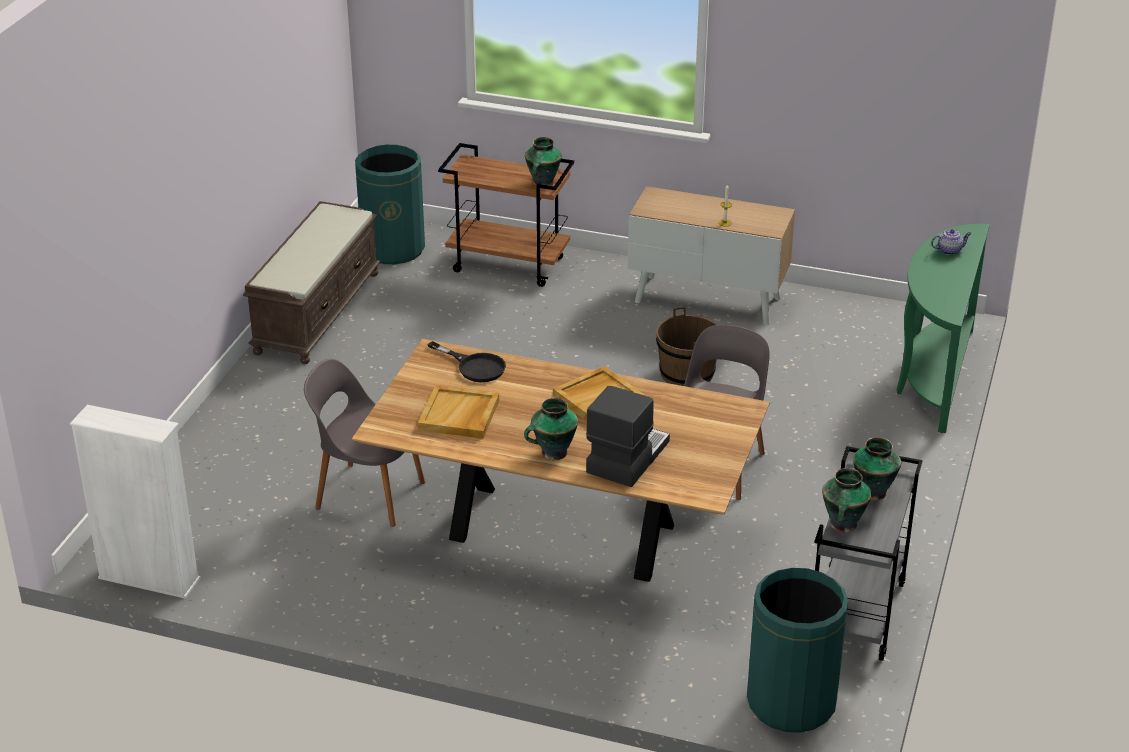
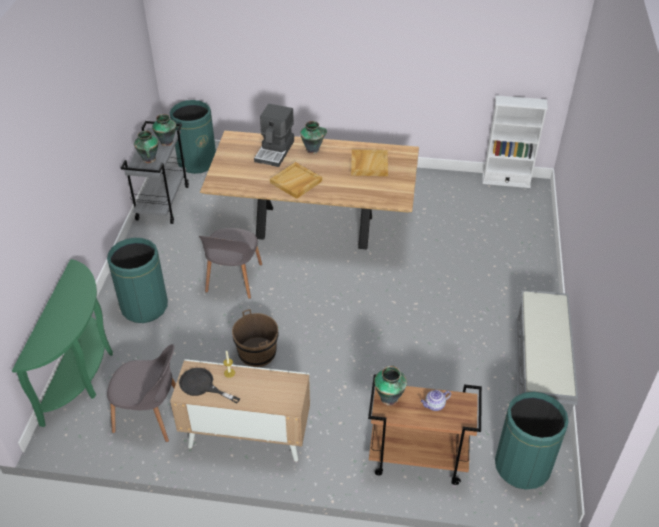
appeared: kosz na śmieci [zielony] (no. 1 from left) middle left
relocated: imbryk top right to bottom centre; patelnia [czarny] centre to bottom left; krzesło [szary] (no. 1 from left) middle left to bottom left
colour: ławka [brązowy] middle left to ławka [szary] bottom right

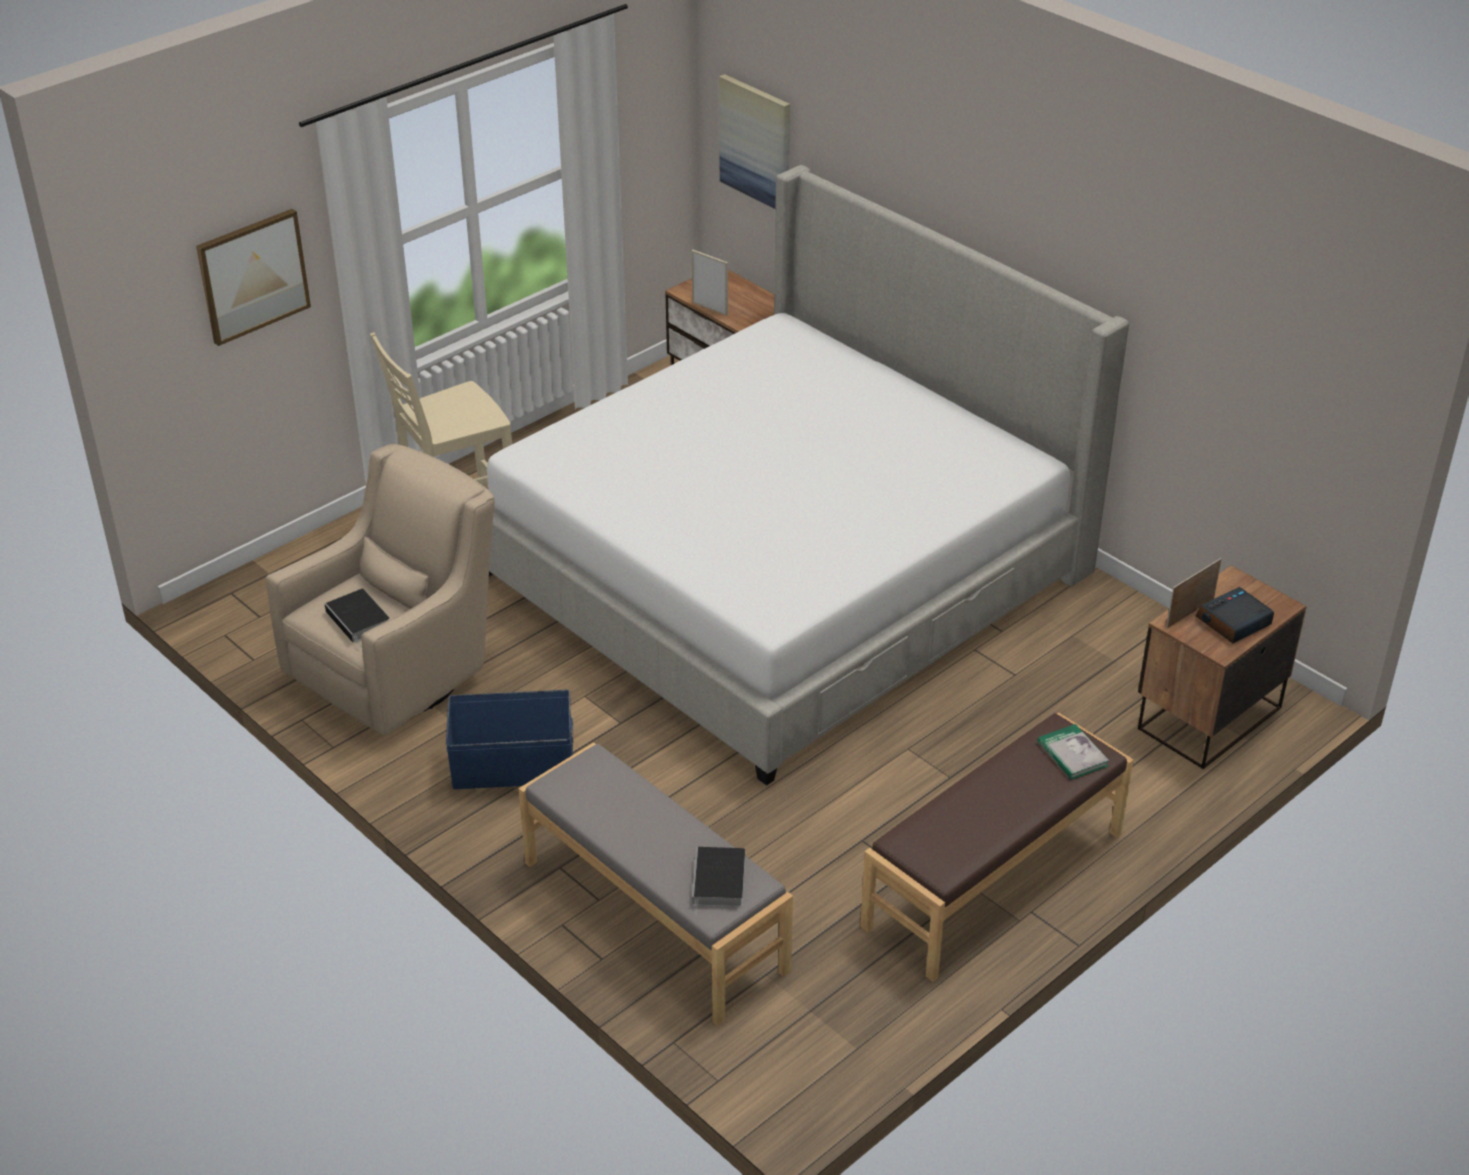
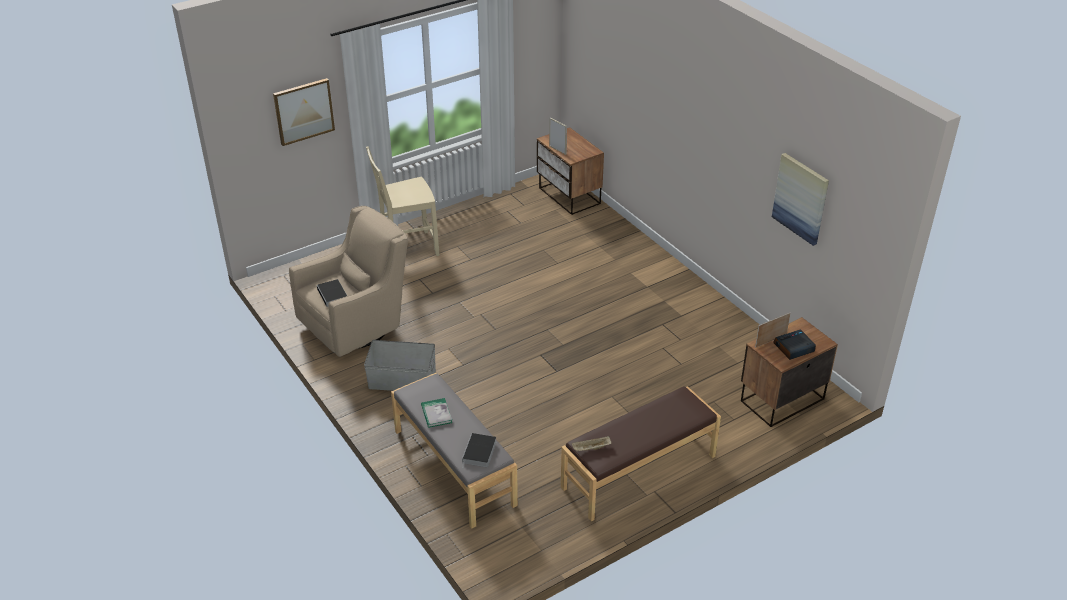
missing: łóżko centre
appeared: taca [beżowy] bottom centre
relocated: obraz (no. 2 from left) top centre to top right; książka (no. 3 from left in the first image) middle right to książka (no. 2 from left) bottom centre
colour: pojemnik do przechowywania [niebieski] centre to pojemnik do przechowywania [szary] centre

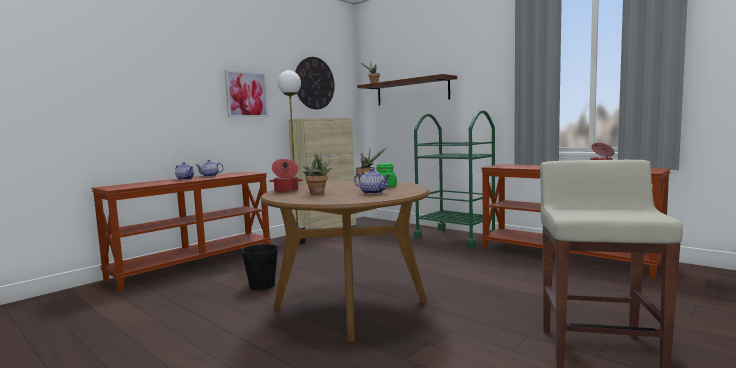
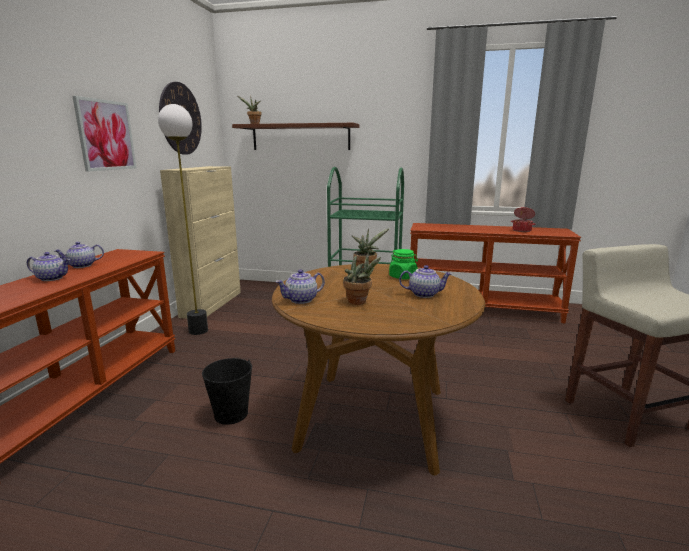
exchanged: garnek (no. 1 from left) centre to imbryk (no. 3 from left) centre

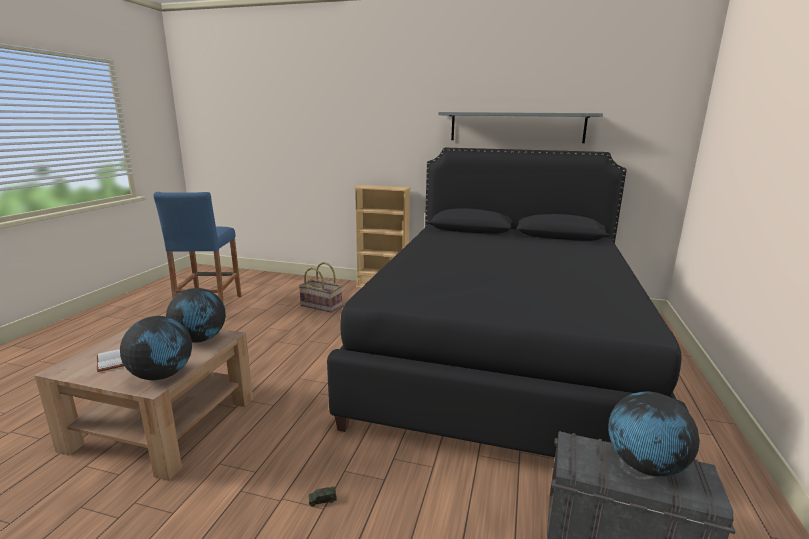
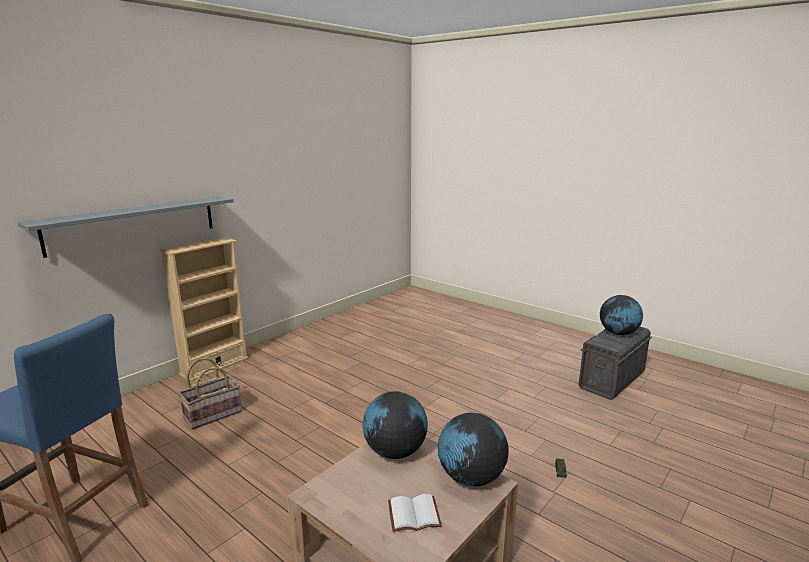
missing: łóżko [czarny] centre
relocated: półka [szary] top centre to middle left

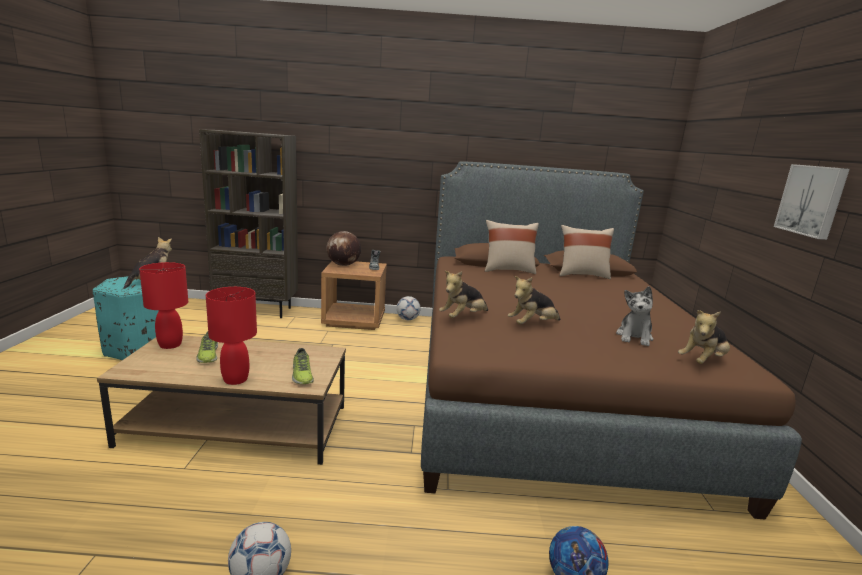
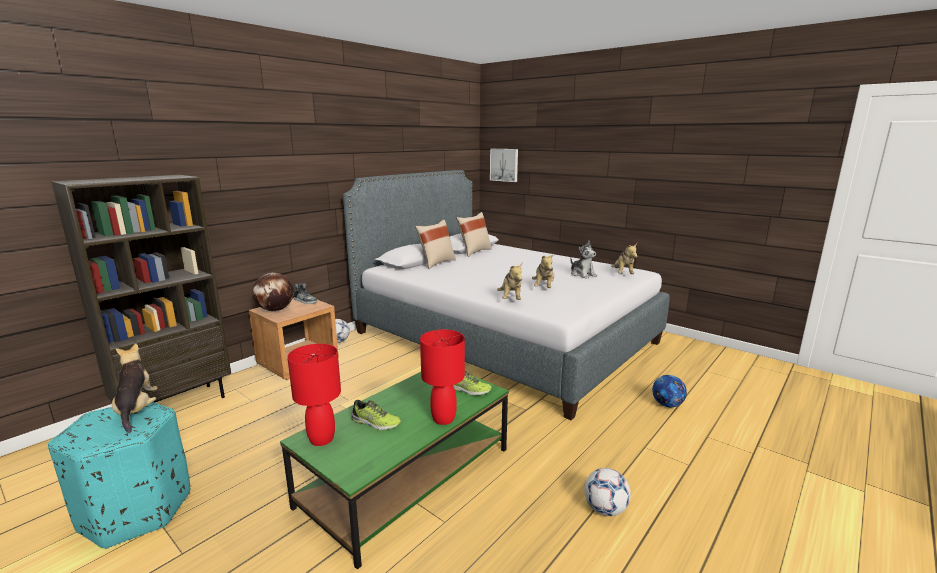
relocated: obraz middle right to top centre
colour: łóżko [brązowy] middle right to łóżko [szary] centre; ława [brązowy] bottom left to ława [zielony] bottom centre

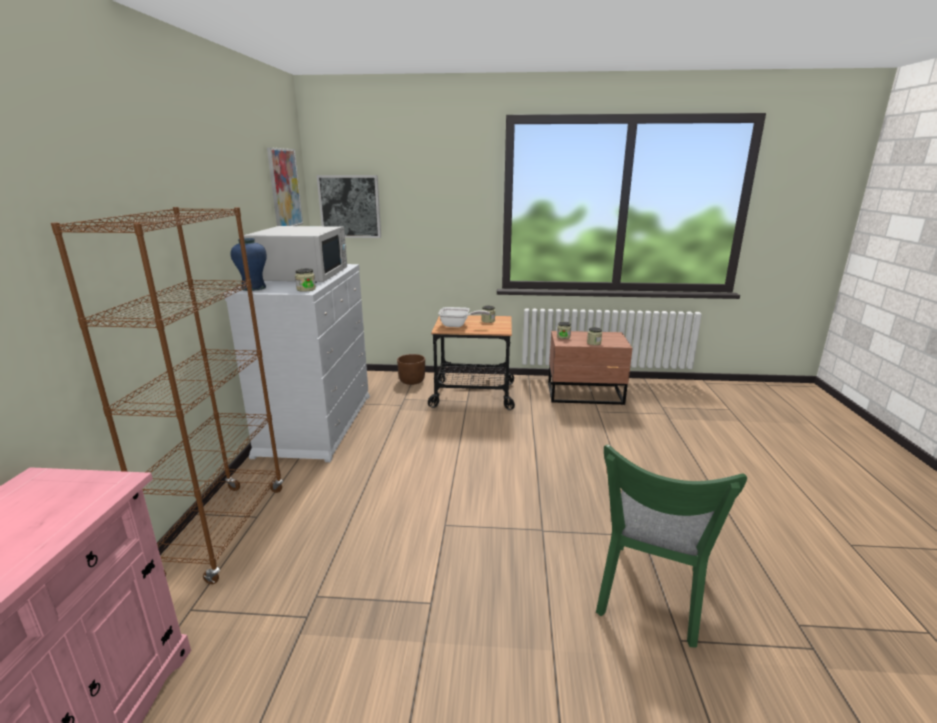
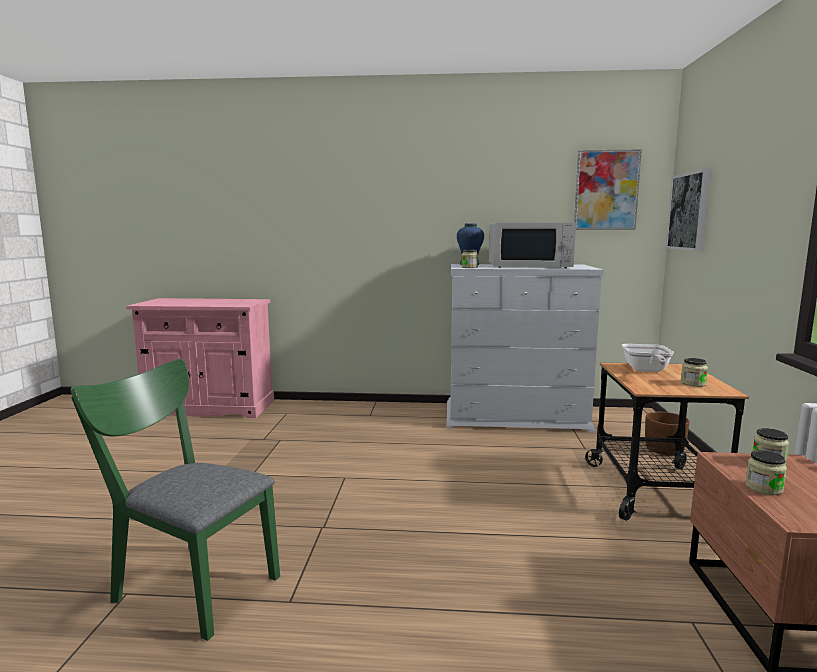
missing: regał [brązowy] middle left

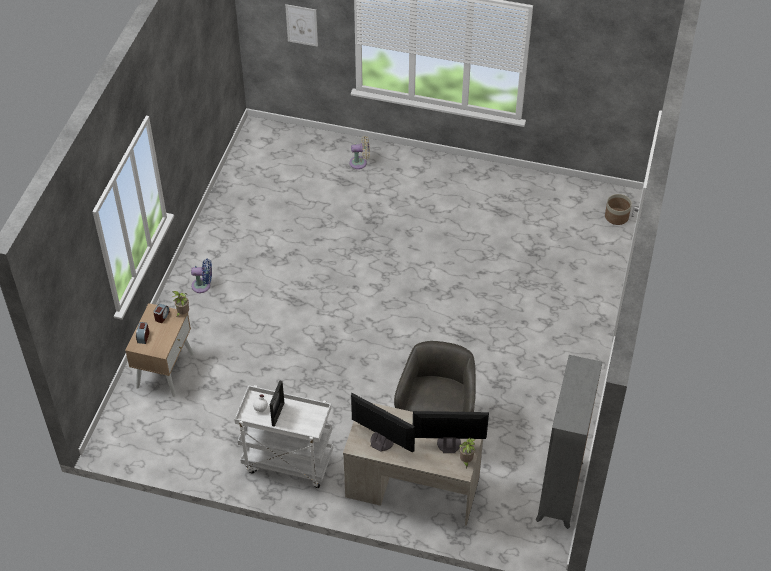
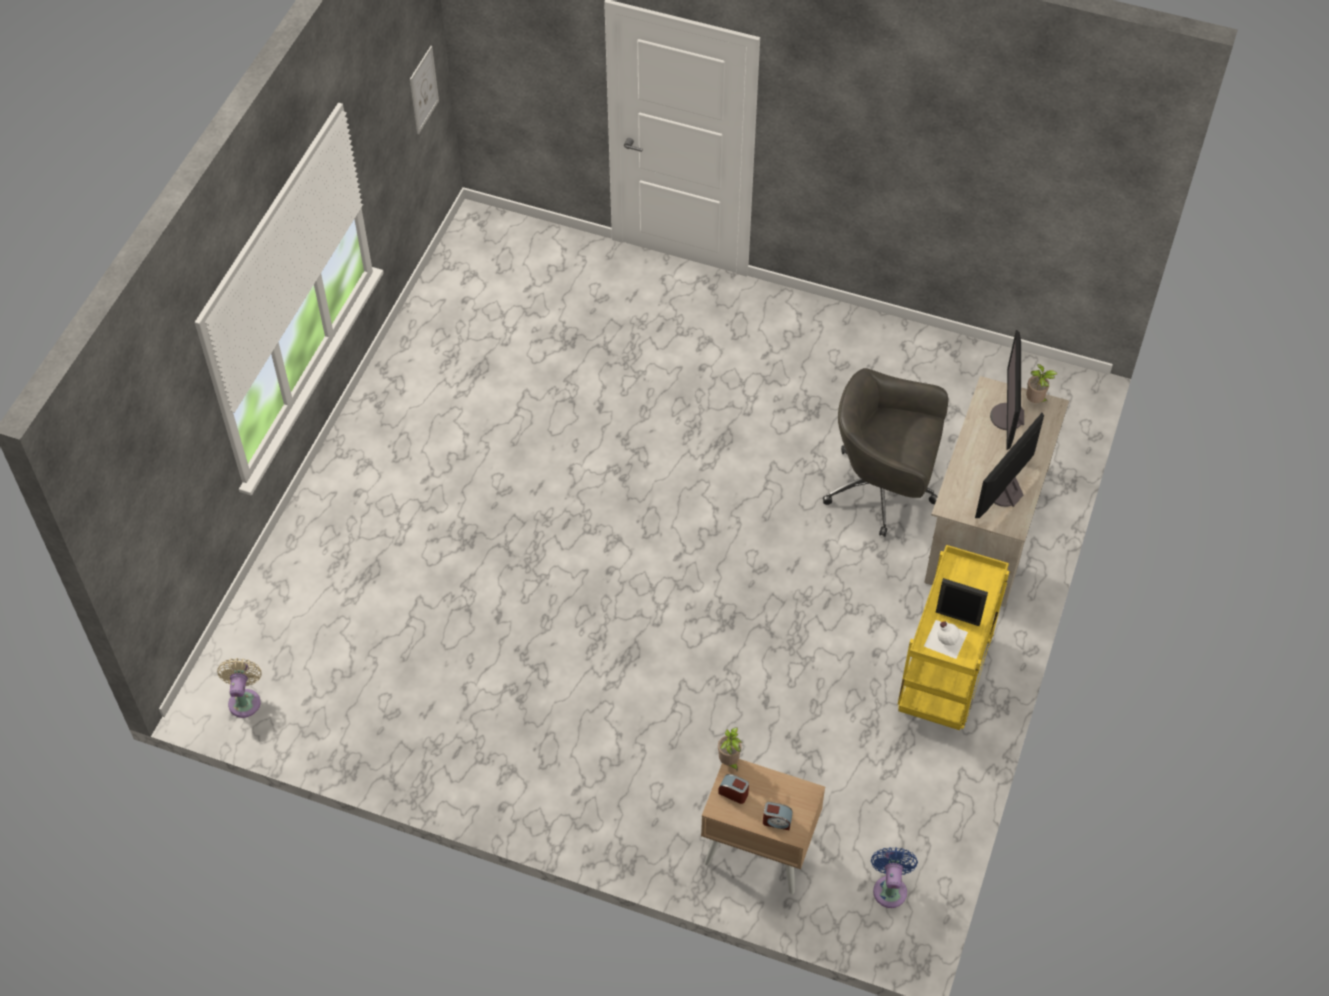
missing: donica middle right; regał [szary] bottom right
relocated: obraz top centre to top left; wentylator [beżowy] top centre to bottom left; wentylator [niebieski] middle left to bottom right
colour: wózek [biały] bottom centre to wózek [żółty] middle right

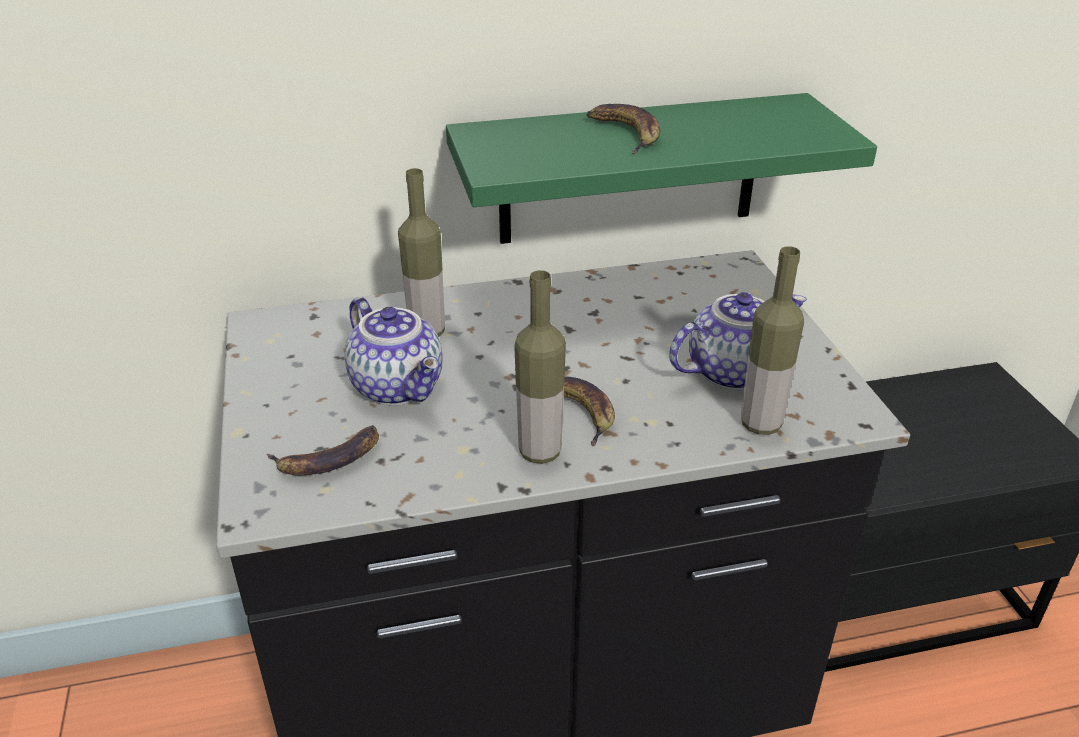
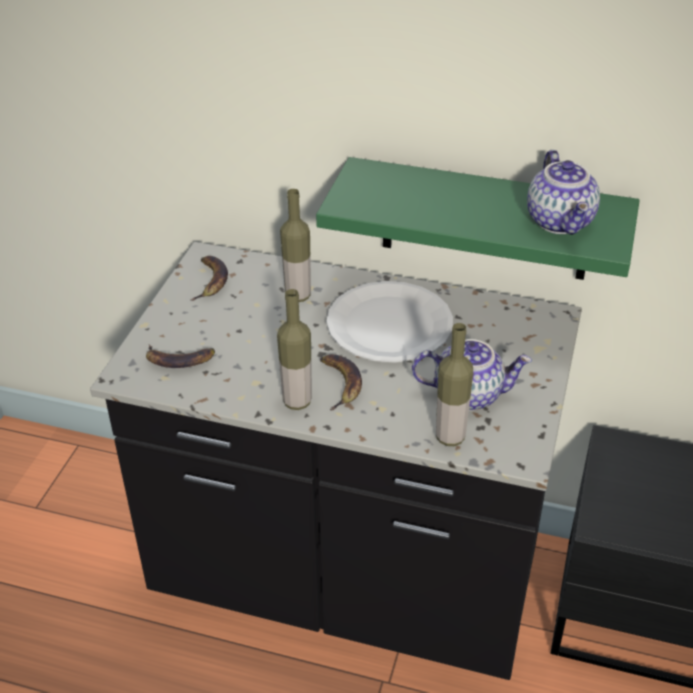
appeared: talerz [biały] centre
relocated: banan (no. 3 from left in the first image) top centre to banan (no. 2 from left) middle left; imbryk (no. 1 from left in the first image) centre to imbryk (no. 2 from left) top right

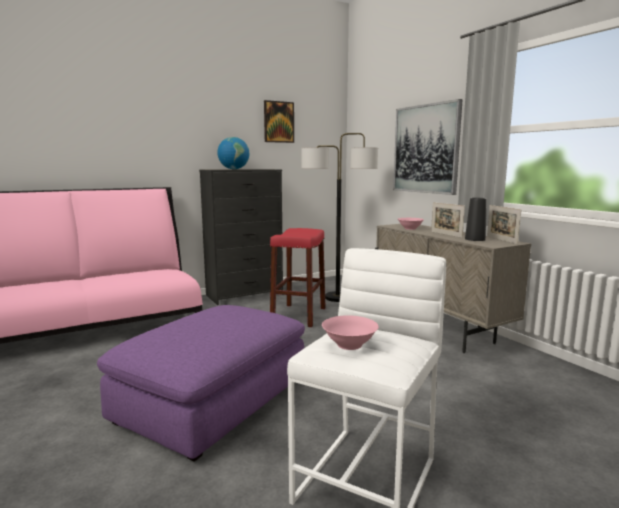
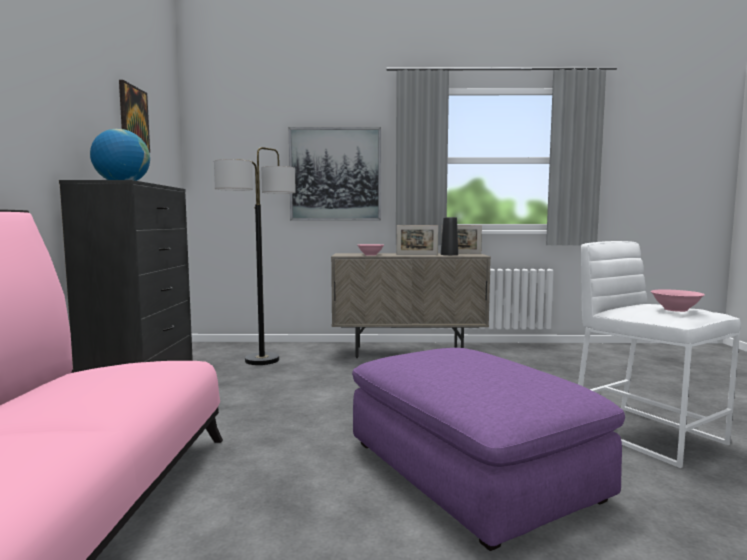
missing: stołek [czerwony] centre

